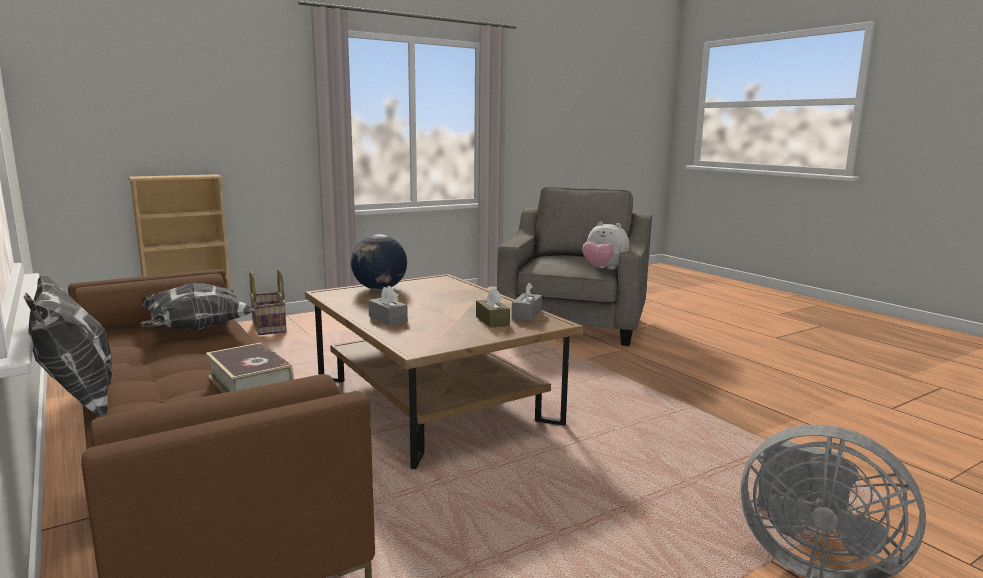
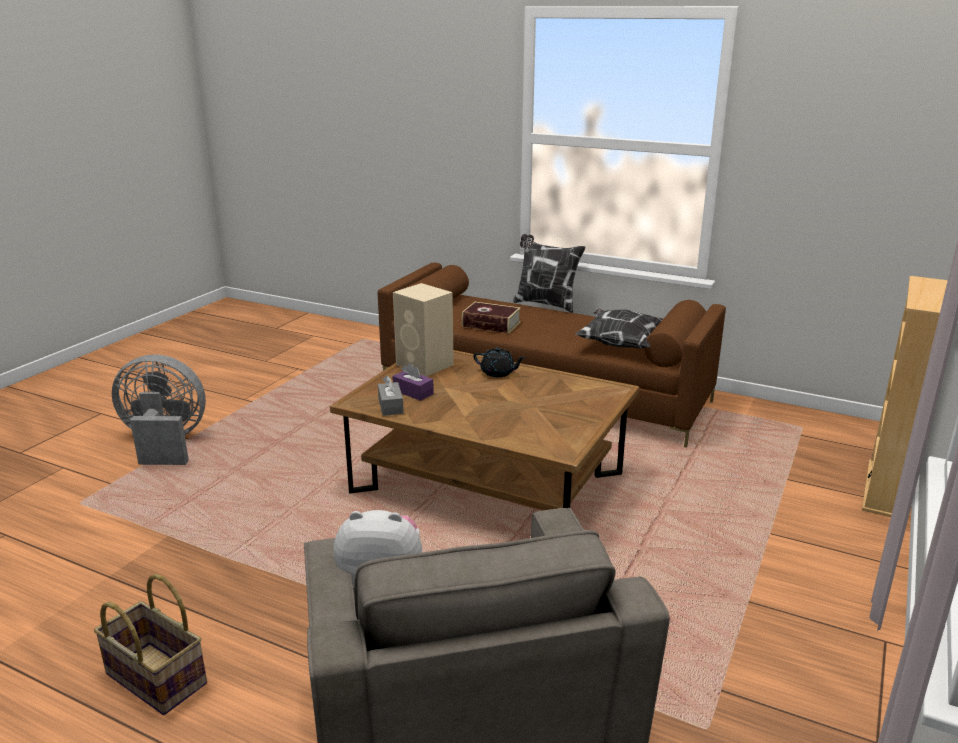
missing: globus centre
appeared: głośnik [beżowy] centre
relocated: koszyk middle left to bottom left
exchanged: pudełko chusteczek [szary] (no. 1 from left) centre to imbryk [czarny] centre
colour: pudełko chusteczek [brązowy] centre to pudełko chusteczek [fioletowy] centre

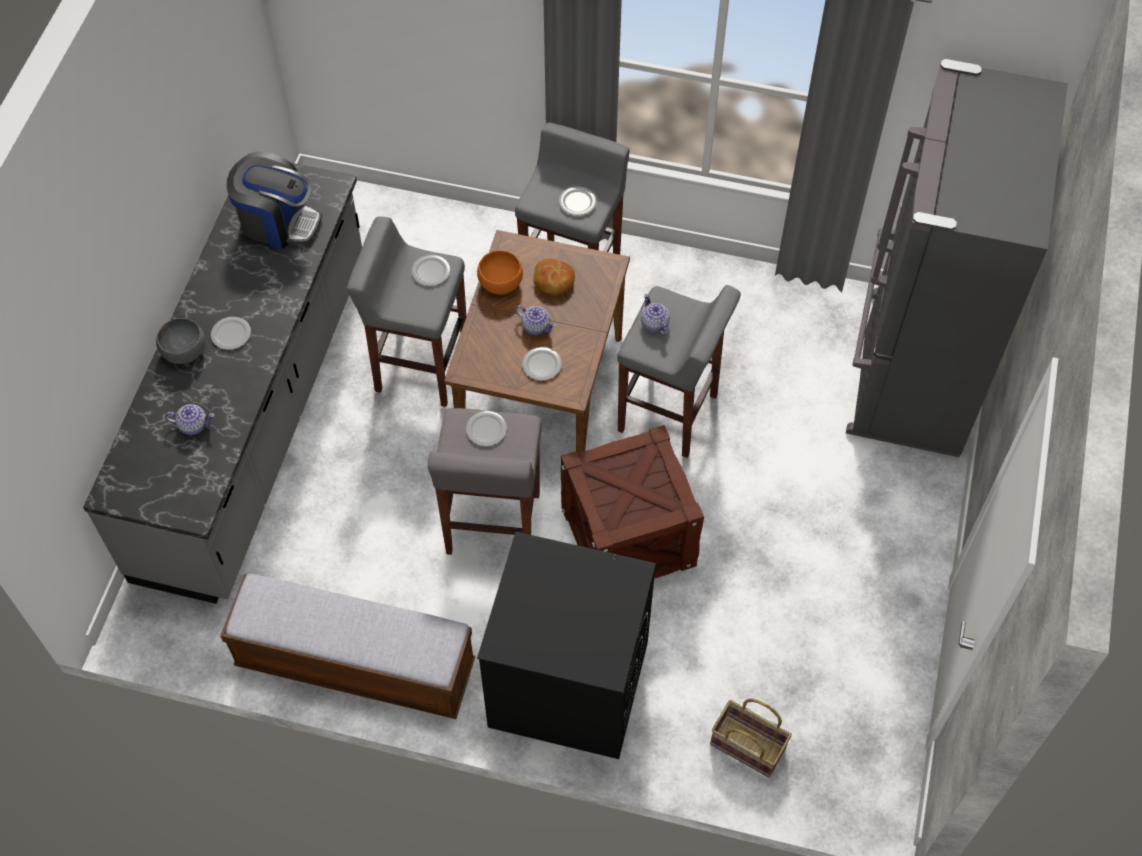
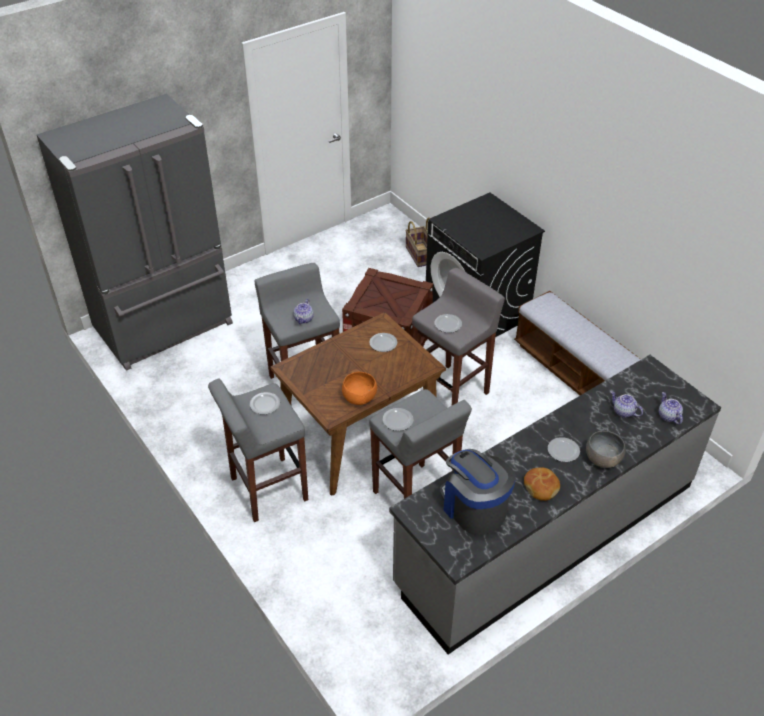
relocated: chleb top centre to bottom right; imbryk (no. 2 from left in the first image) centre to imbryk (no. 3 from left) middle right

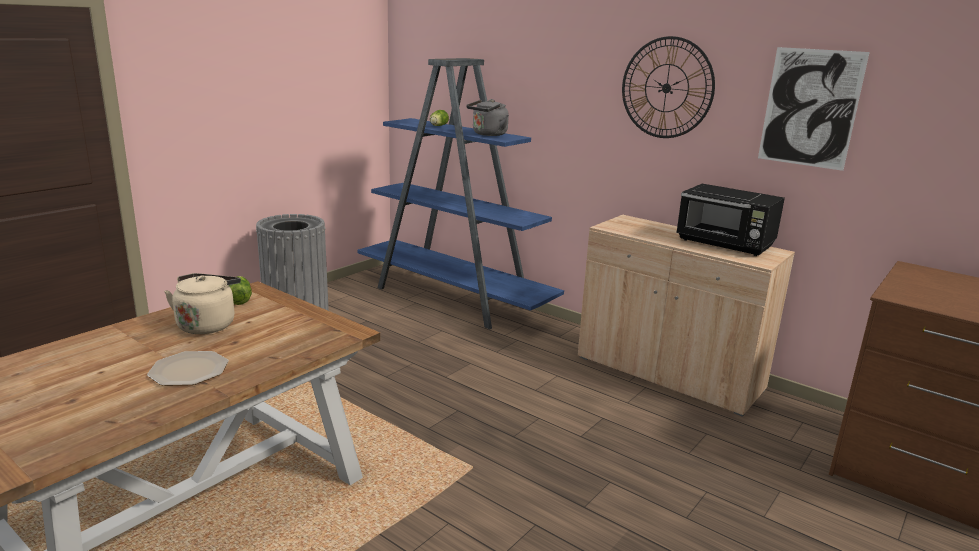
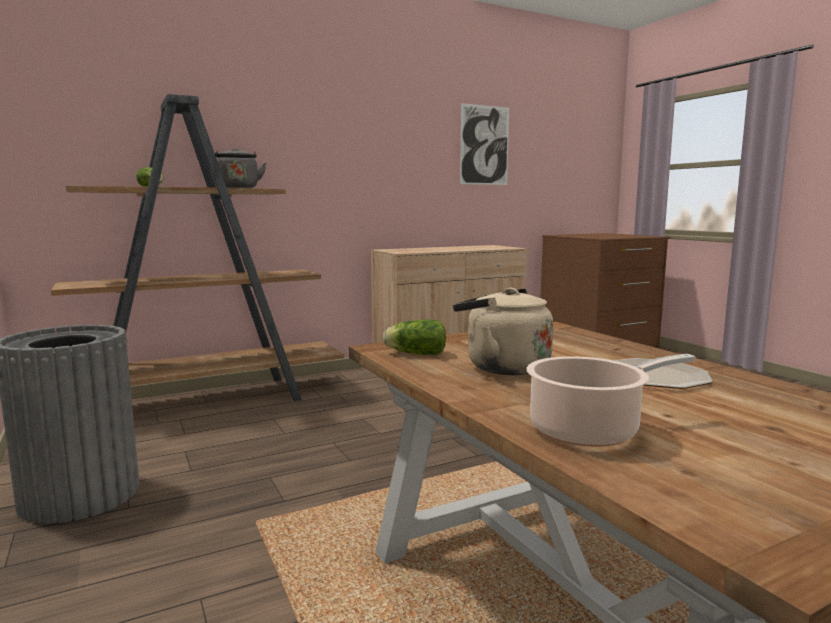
missing: zegar ścienny top right; mikrofalówka [czarny] middle right
appeared: garnek middle right
colour: regał [niebieski] centre to regał [brązowy] middle left

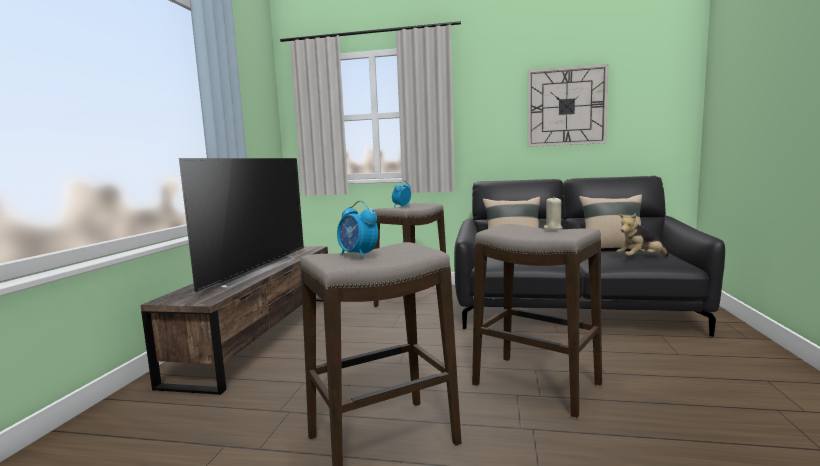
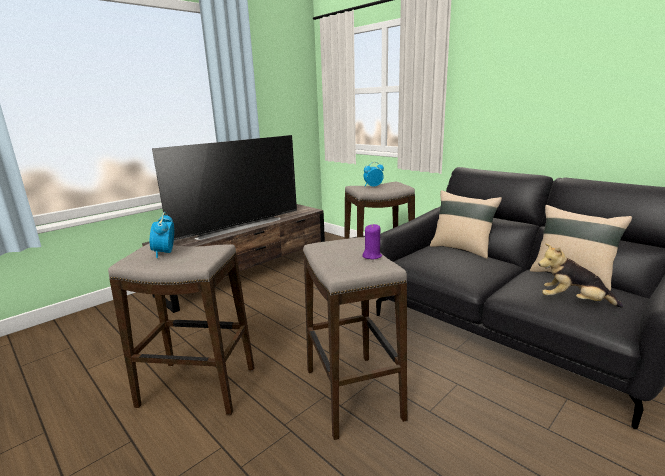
missing: zegar ścienny top right
colour: świeca [beżowy] middle right to świeca [fioletowy] centre

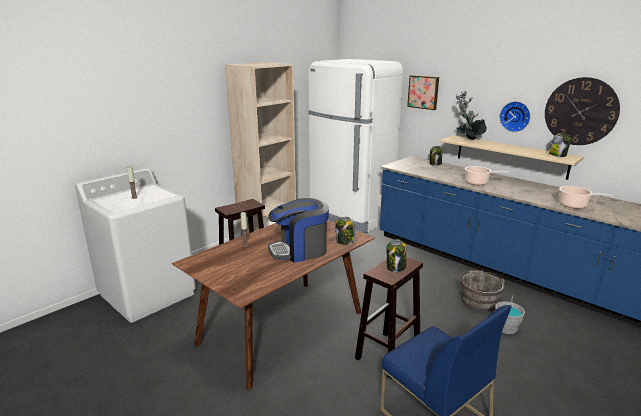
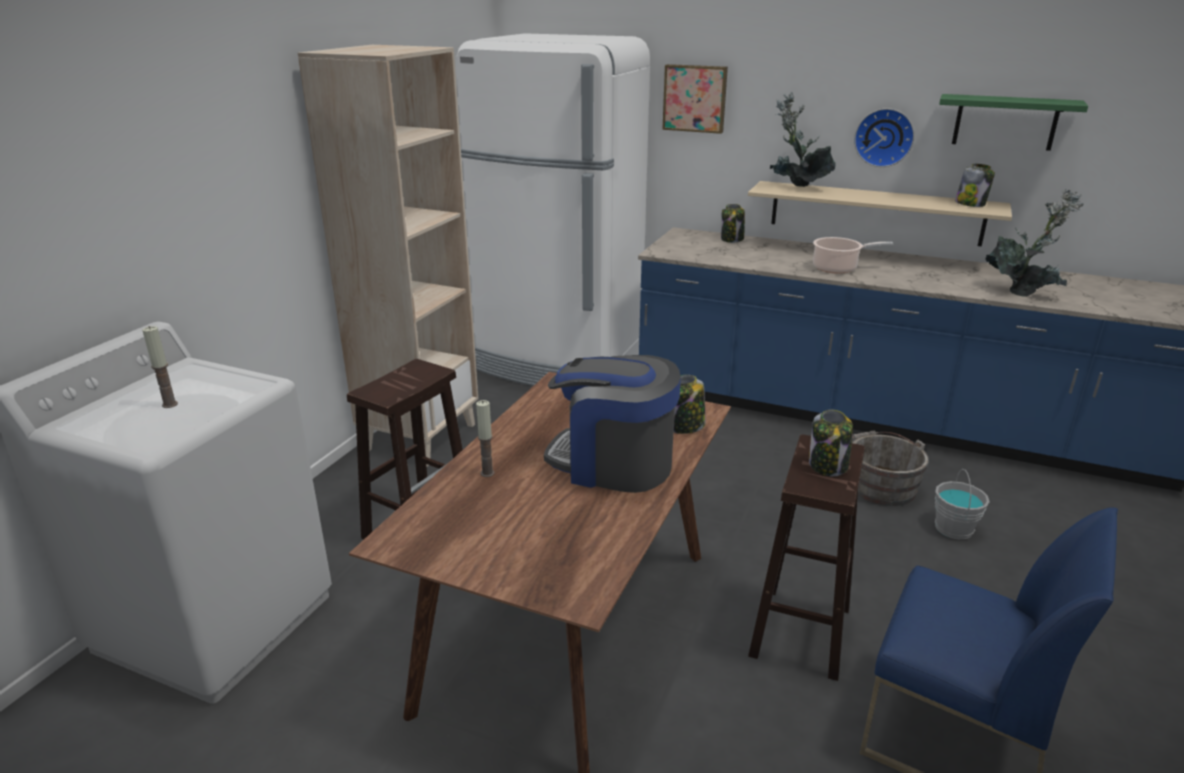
exchanged: zegar ścienny (no. 2 from left) top right to półka [zielony] top right; garnek (no. 2 from left) middle right to roślina doniczkowa (no. 2 from left) top right
spun: ekspres do kawy centre = centre 60 degrees clockwise

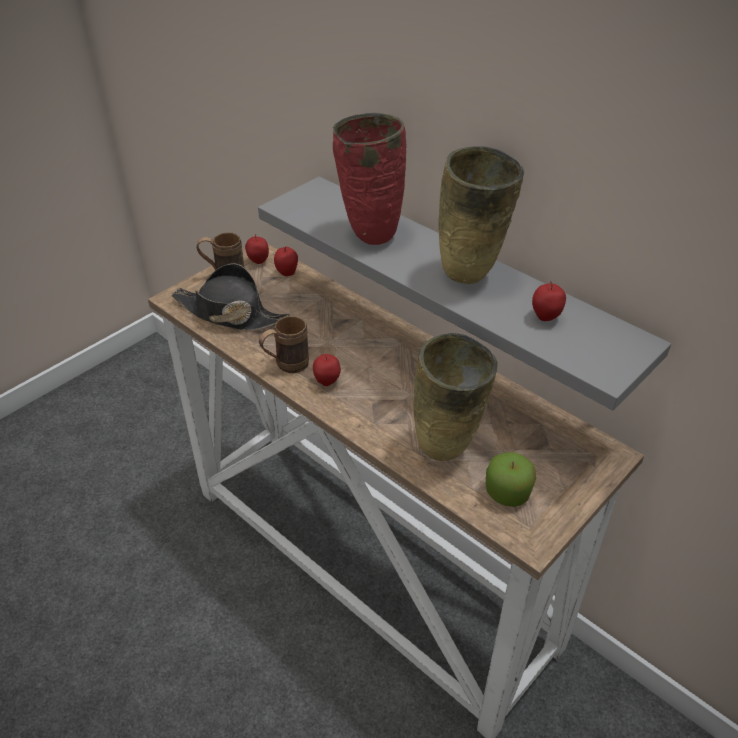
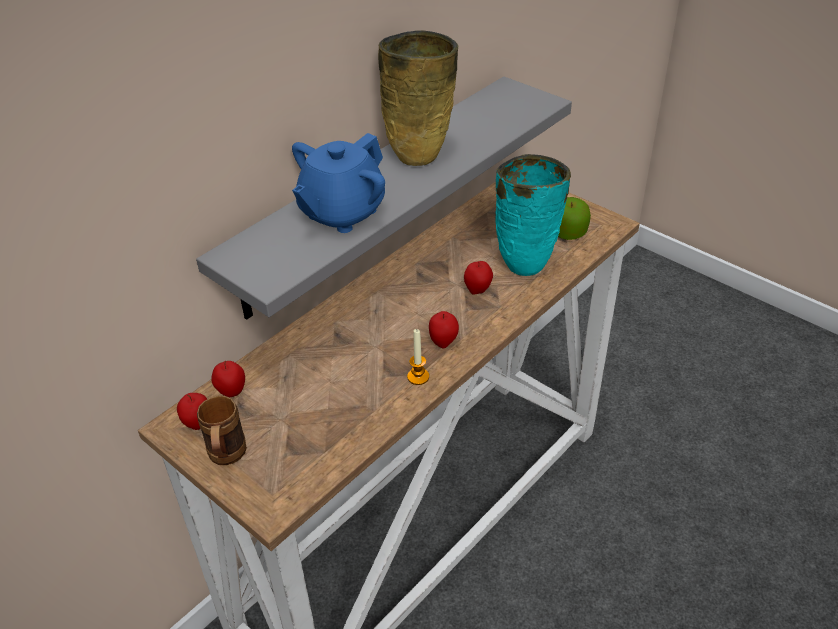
missing: kapelusz [czarny] middle left
relocated: jabłko (no. 5 from left in the first image) middle right to jabłko (no. 4 from left) centre
exchanged: wazon [czerwony] top centre to imbryk [niebieski] top centre; kubek [brązowy] (no. 2 from left) centre to świeca centre
colour: wazon [beżowy] (no. 1 from left) centre to wazon [turkusowy] centre

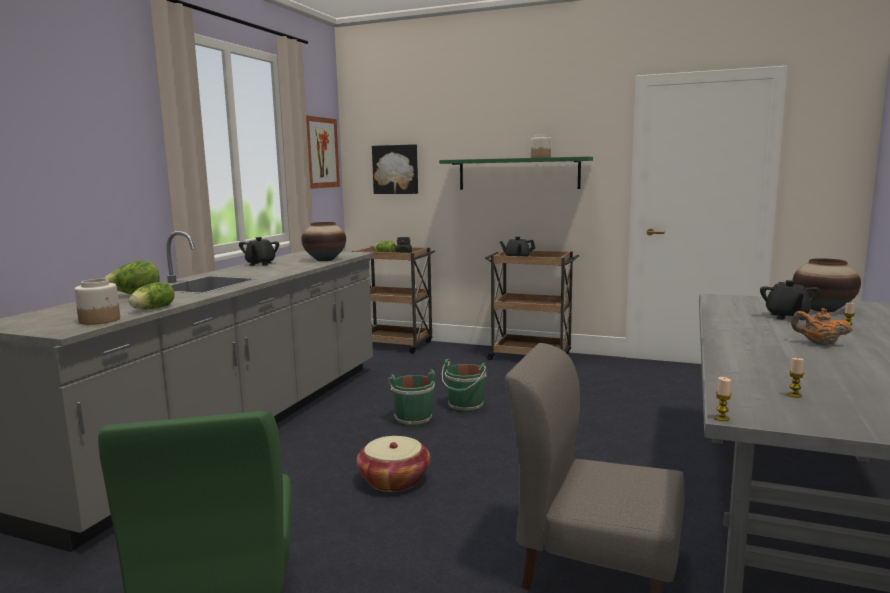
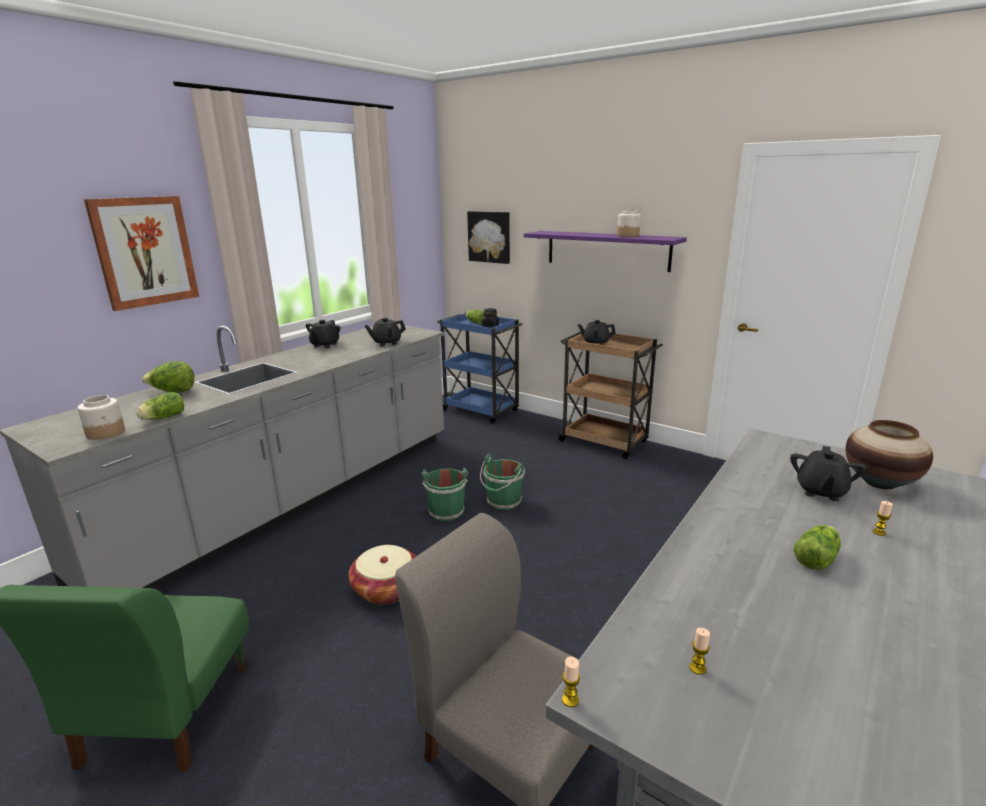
relocated: obraz (no. 1 from left) top centre to top left
exchanged: wazon (no. 1 from left) centre to imbryk [czarny] (no. 2 from left) centre; imbryk [pomarańczowy] middle right to sałata (no. 4 from left) bottom right
colour: półka [zielony] top centre to półka [fioletowy] top centre; wózek [brązowy] (no. 1 from left) centre to wózek [niebieski] centre

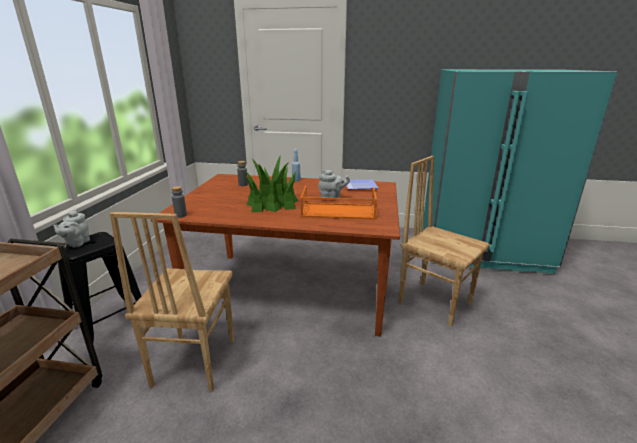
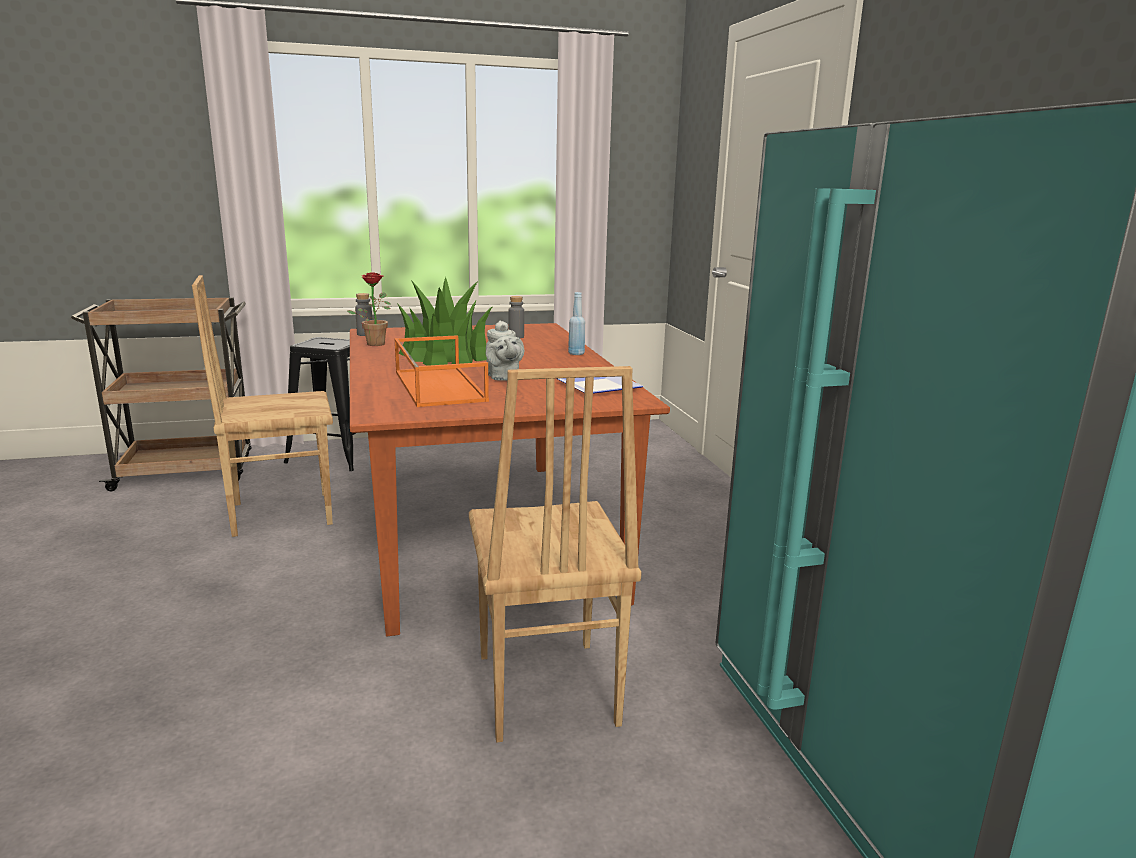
missing: imbryk [szary] (no. 1 from left) middle left
appeared: roślina doniczkowa (no. 1 from left) middle left
spun: krzesło [brązowy] (no. 2 from left) middle right = centre 150 degrees clockwise

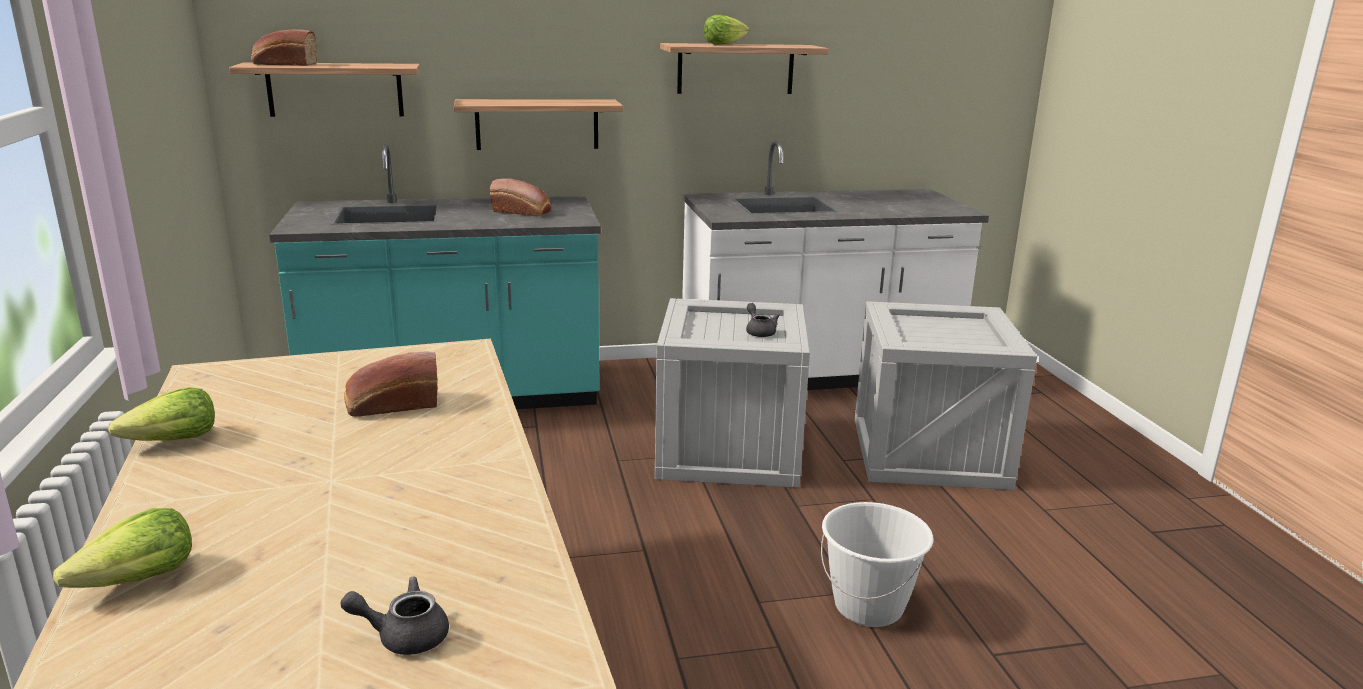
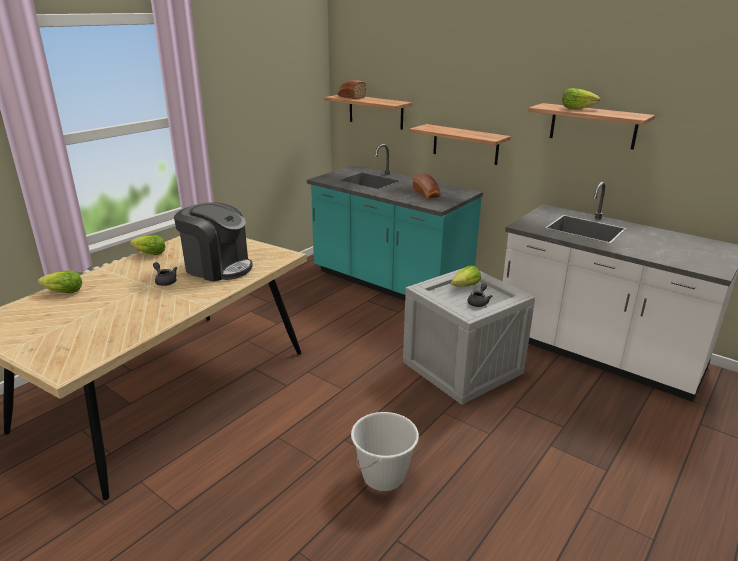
missing: skrzynka (no. 2 from left) middle right
appeared: sałata (no. 3 from left) centre
relocated: imbryk [szary] (no. 1 from left) bottom left to middle left
exchanged: chleb (no. 2 from left) middle left to ekspres do kawy middle left

